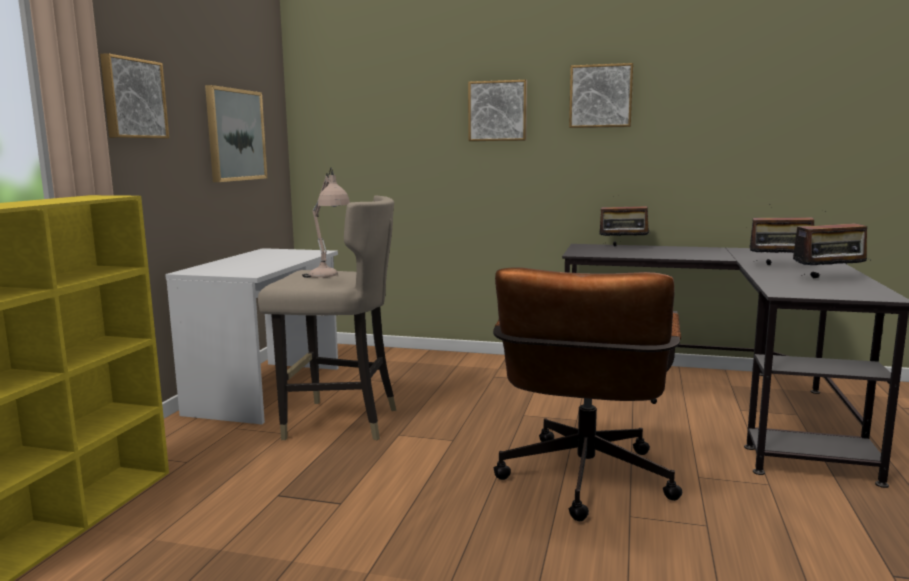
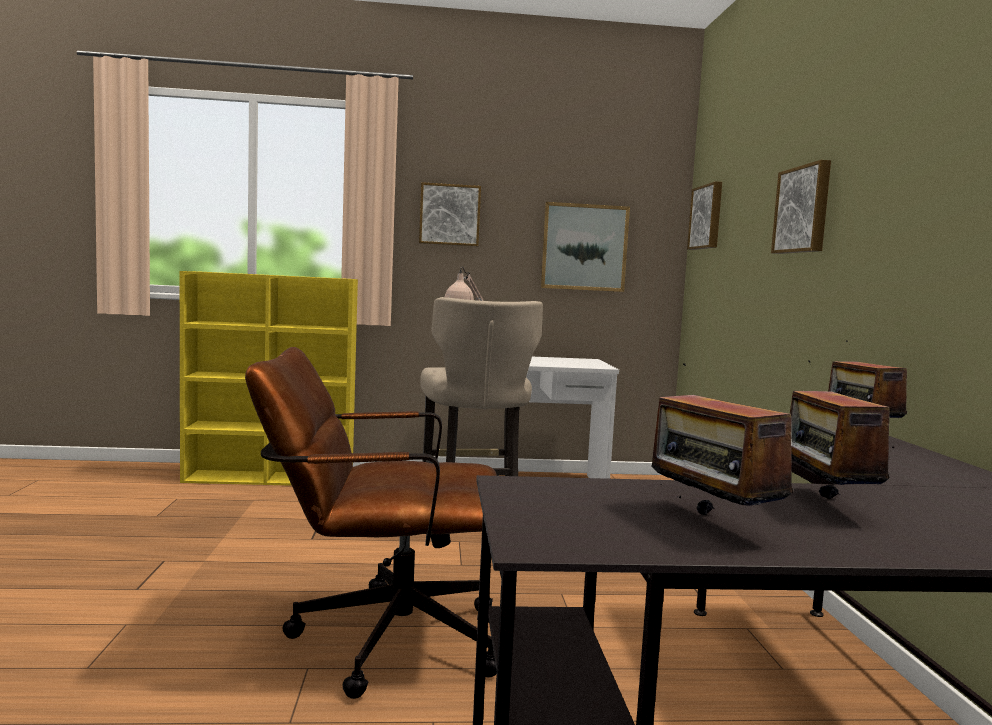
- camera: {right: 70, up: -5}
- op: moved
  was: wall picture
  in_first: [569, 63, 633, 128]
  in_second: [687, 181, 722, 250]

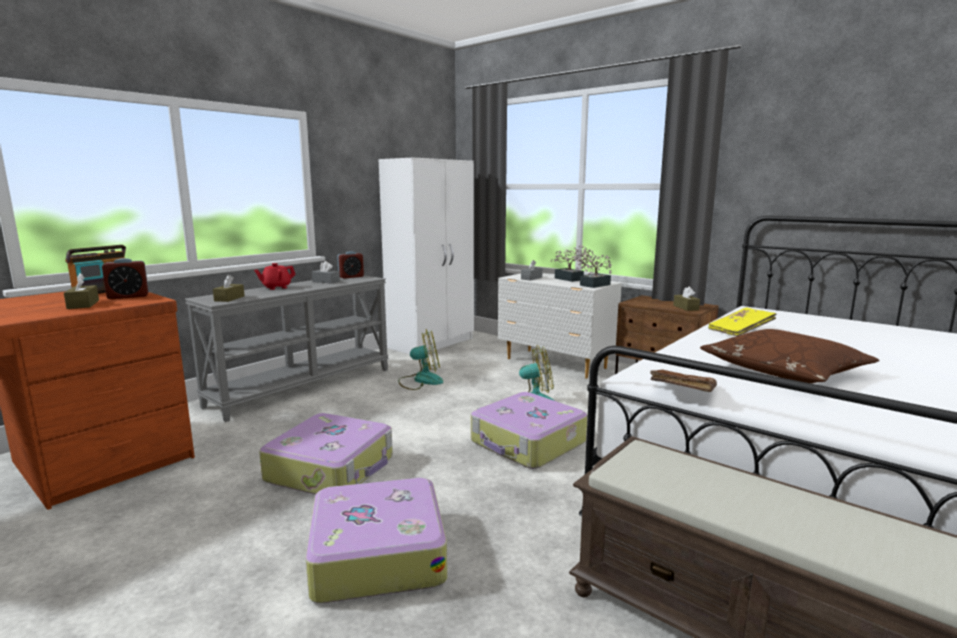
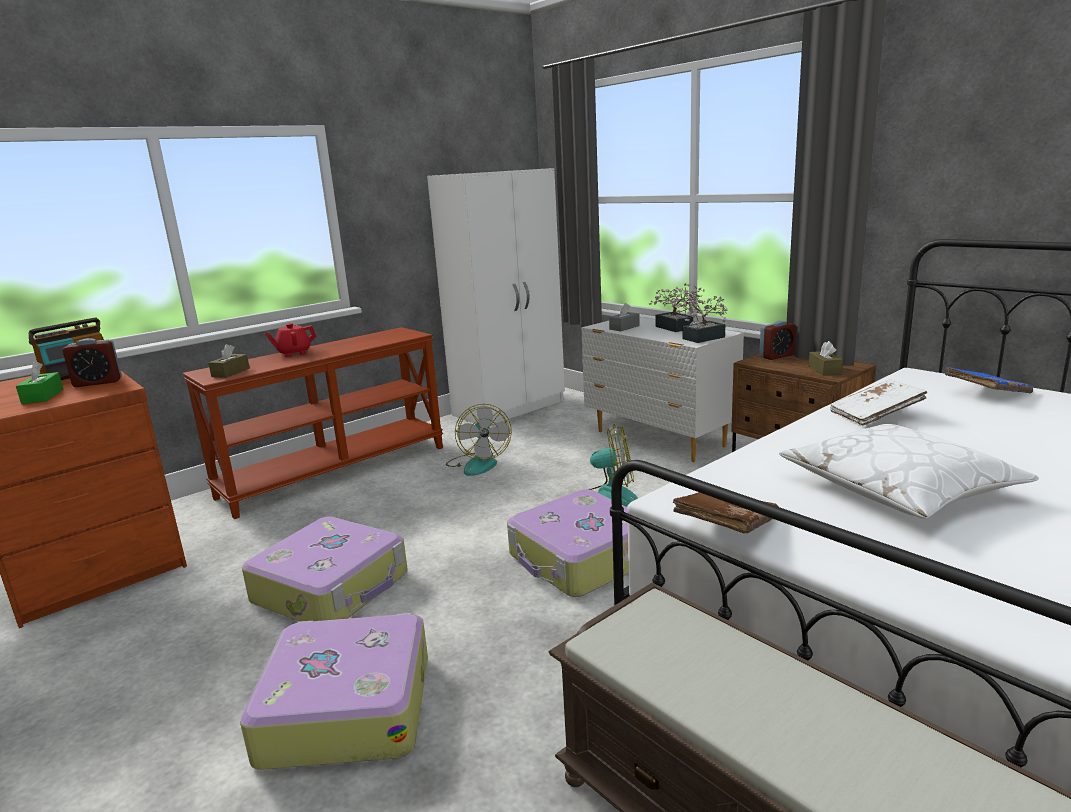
- camera: {right: 10, up: 5}
- op: recoloured
  was: brown tissue box
  now: green tissue box
  in_first: [64, 273, 99, 309]
  in_second: [16, 361, 63, 404]
- op: recoloured
  was: gray console table
  now: brown console table
  in_first: [185, 275, 389, 422]
  in_second: [183, 327, 443, 519]
- op: removed
  was: gray tissue box
  in_first: [312, 261, 340, 284]
- op: moved
  was: table clock
  in_first: [337, 251, 364, 279]
  in_second: [759, 321, 796, 360]
- op: turned
  was: fan
  in_first: [398, 329, 443, 390]
  in_second: [446, 404, 512, 476]
  clockwise: 75
- op: recoloured
  was: brown cushion
  now: whitish cushion
  in_first: [700, 329, 879, 383]
  in_second: [779, 424, 1039, 519]
- op: recoloured
  was: yellow-coloured volume
  now: whitish volume
  in_first: [708, 308, 777, 336]
  in_second: [830, 379, 928, 426]
- op: added
  now: blue volume
  in_second: [945, 367, 1033, 394]

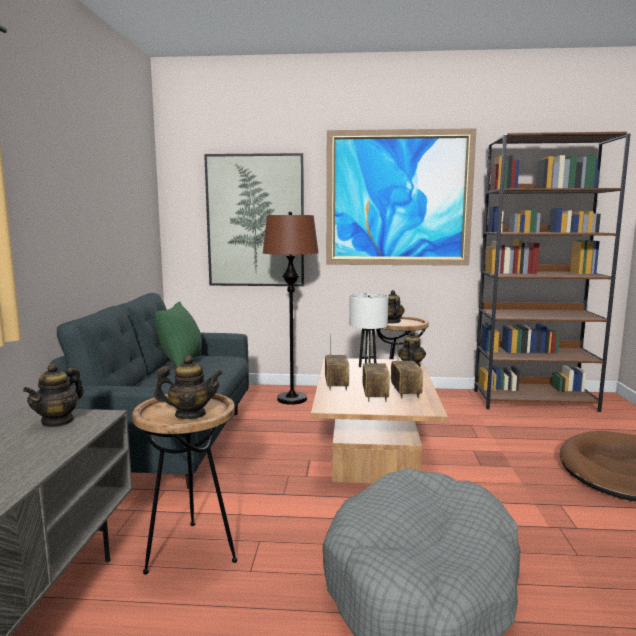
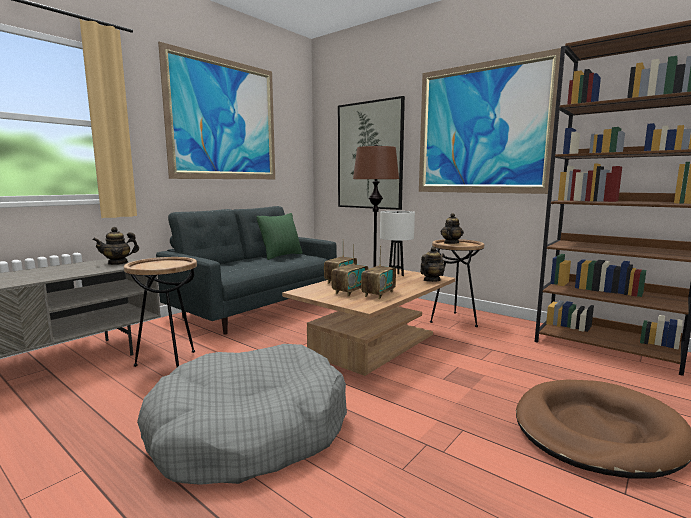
- camera: {right: 35, up: 0}
- op: removed
  was: pot for tea
  in_first: [154, 355, 223, 419]
- op: added
  now: wall picture
  in_second: [158, 41, 275, 179]

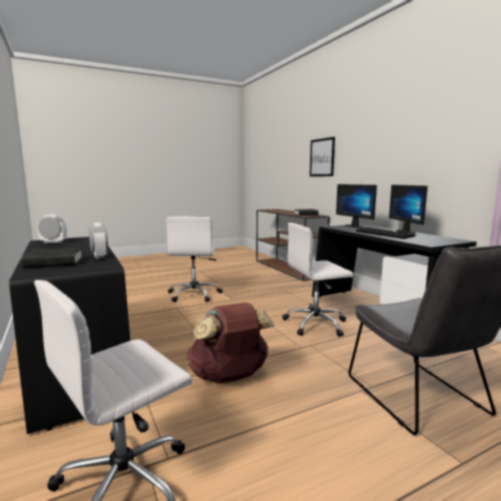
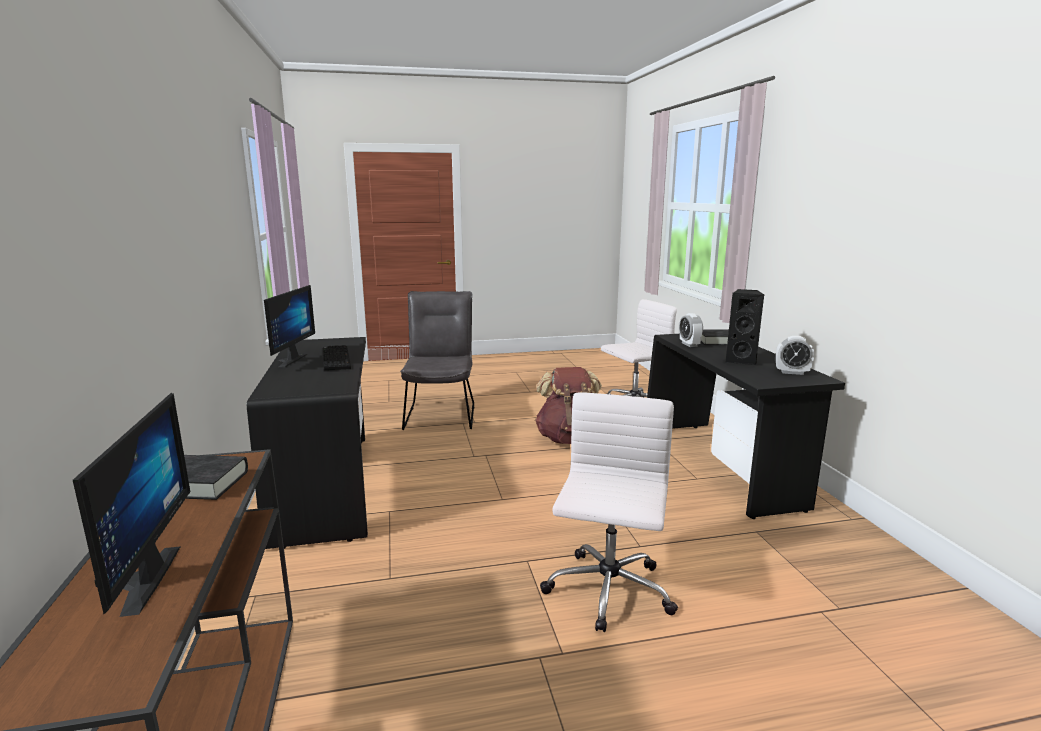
- camera: {right: -165, up: 5}
- op: removed
  was: whitish computer chair
  in_first: [282, 223, 353, 337]
- op: removed
  was: wall picture
  in_first: [310, 137, 335, 176]
- op: moved
  was: computer display
  in_first: [336, 184, 377, 228]
  in_second: [73, 393, 190, 617]
- op: added
  now: blackish speaker
  in_second: [725, 289, 764, 365]

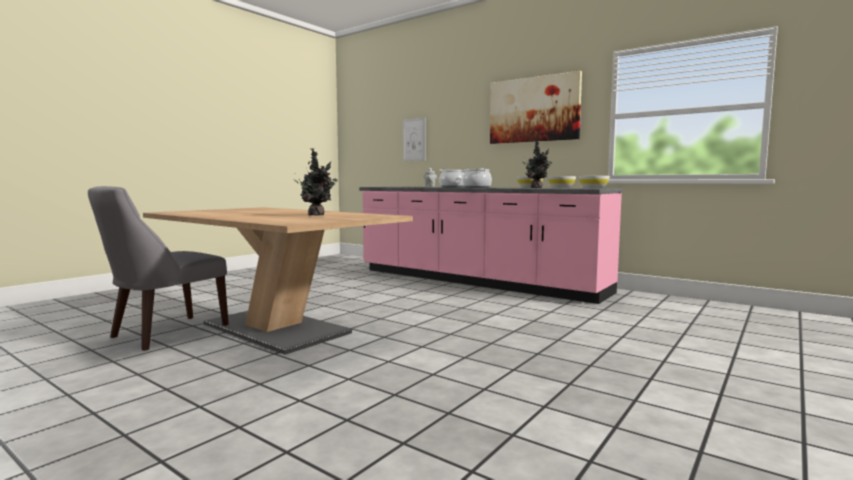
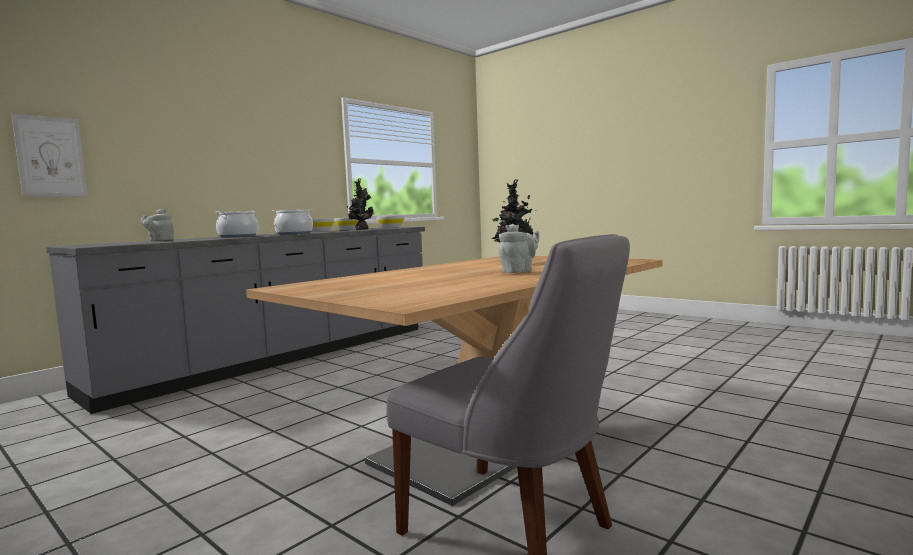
- camera: {right: -85, up: 0}
- op: recoloured
  was: pink kitchen base unit
  now: gray kitchen base unit
  in_first: [359, 187, 623, 304]
  in_second: [46, 227, 425, 414]
- op: removed
  was: wall picture
  in_first: [490, 71, 582, 144]
- op: added
  now: gray pot for tea
  in_second: [499, 224, 539, 273]

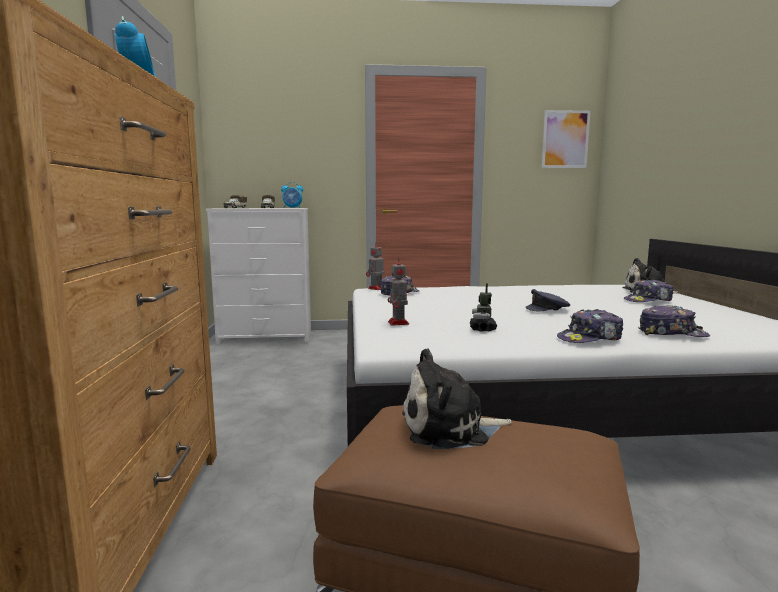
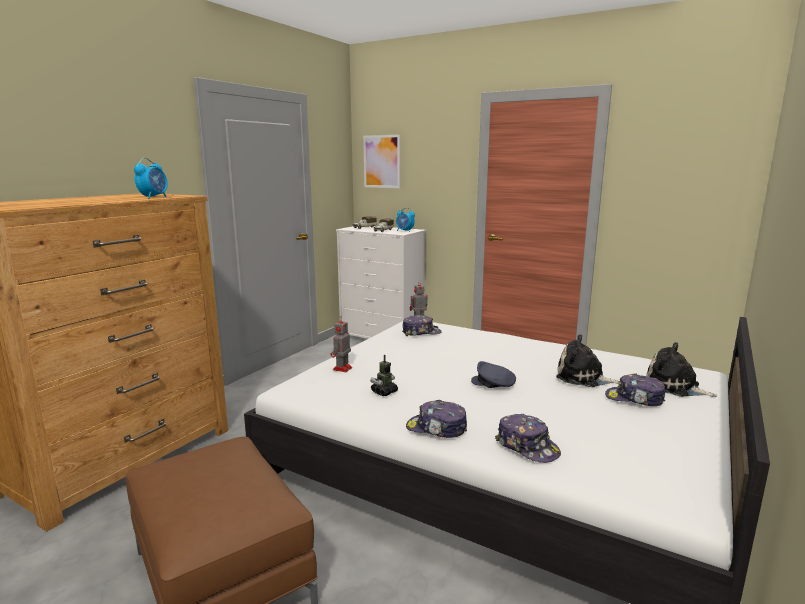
- camera: {right: 35, up: 5}
- op: moved
  was: soft toy
  in_first: [402, 348, 512, 449]
  in_second: [556, 335, 621, 387]
- op: moved
  was: wall picture
  in_first: [542, 110, 591, 168]
  in_second: [363, 135, 400, 188]

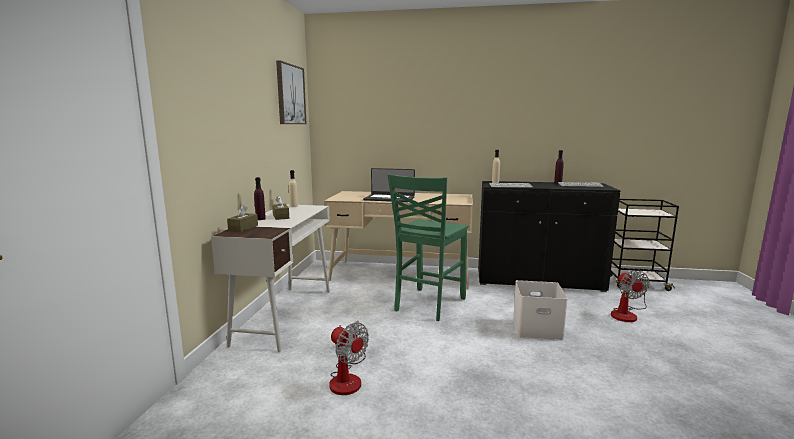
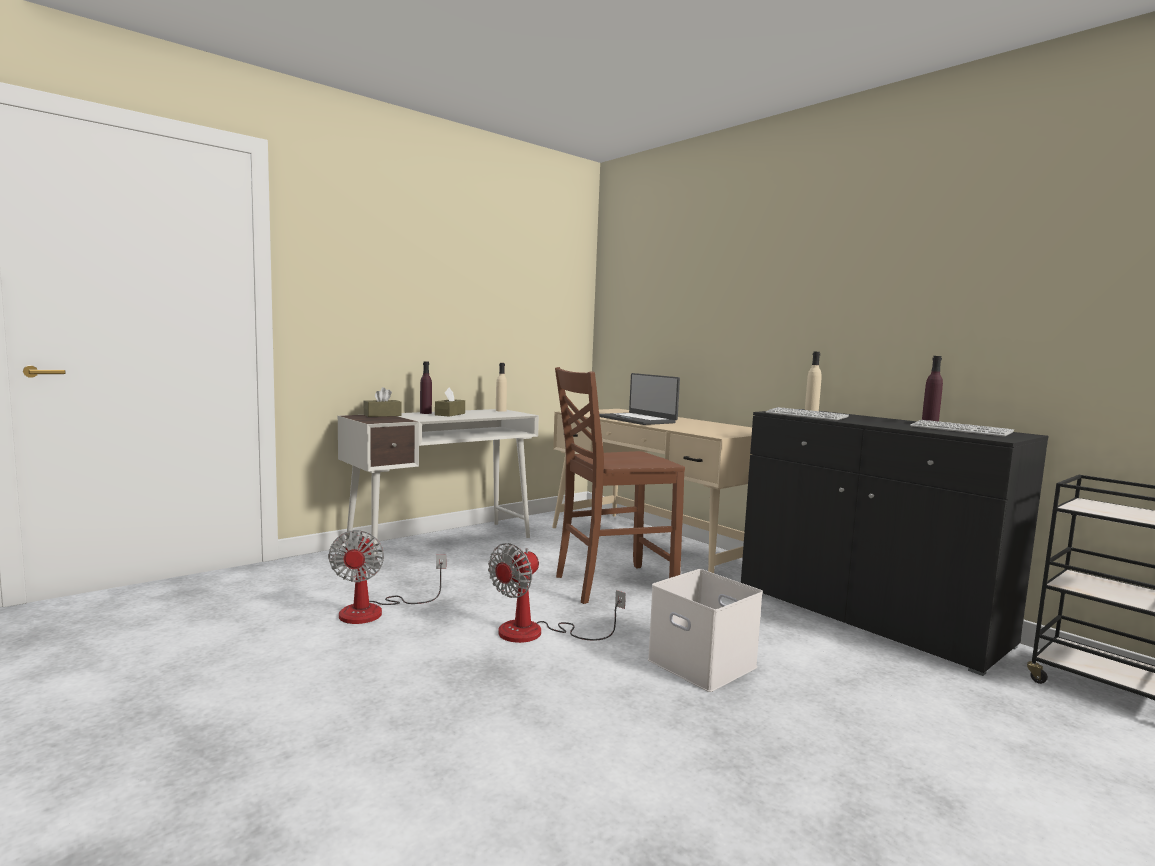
- camera: {right: 40, up: -5}
- op: removed
  was: wall picture
  in_first: [276, 60, 307, 124]
- op: recoloured
  was: green chair
  now: brown chair
  in_first: [387, 174, 468, 321]
  in_second: [555, 367, 685, 604]
- op: moved
  was: fan
  in_first: [611, 270, 650, 322]
  in_second: [488, 543, 626, 643]

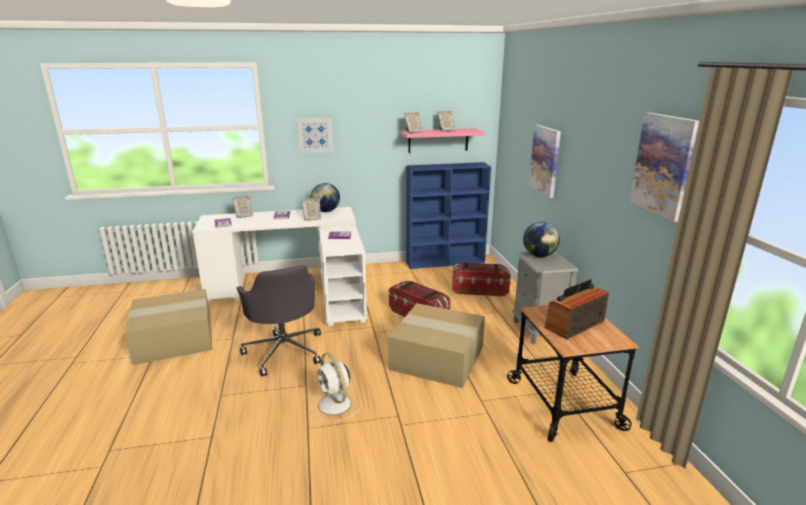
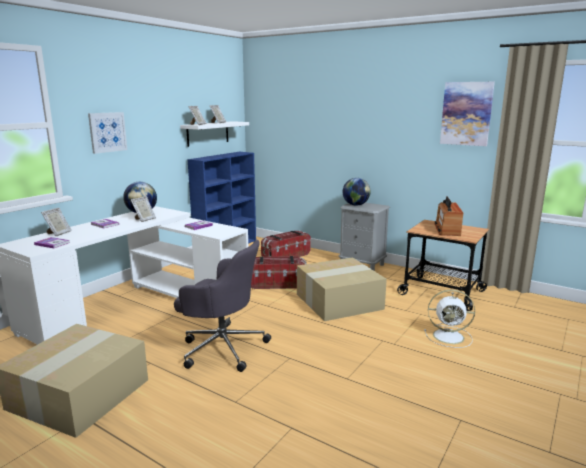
- camera: {right: -45, up: -5}
- op: moved
  was: whitish fan
  in_first: [310, 353, 362, 422]
  in_second: [424, 290, 475, 348]
- op: recoloured
  was: pink bracket shelf
  now: whitish bracket shelf
  in_first: [400, 128, 484, 153]
  in_second: [180, 121, 249, 147]
- op: removed
  was: wall picture
  in_first: [529, 125, 561, 198]

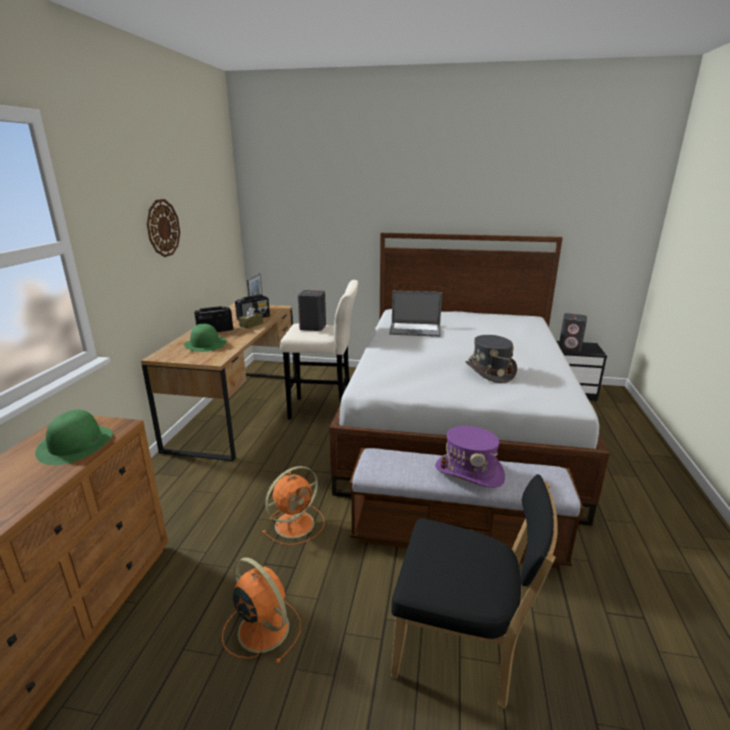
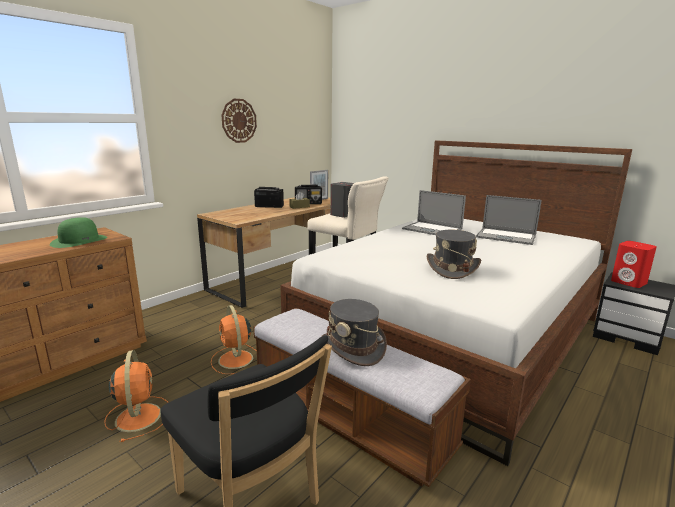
- camera: {right: 30, up: -5}
- op: removed
  was: green clothing hat
  in_first: [184, 324, 226, 352]
- op: turned
  was: orange-coloured fan
  in_first: [262, 466, 325, 545]
  in_second: [211, 305, 257, 374]
  clockwise: 75
- op: recoloured
  was: purple-coloured clothing hat
  now: gray clothing hat
  in_first: [435, 426, 505, 488]
  in_second: [321, 299, 387, 366]
- op: recoloured
  was: gray speaker
  now: red speaker
  in_first: [559, 313, 587, 352]
  in_second: [611, 241, 657, 288]
- op: added
  now: laptop
  in_second: [476, 195, 541, 245]

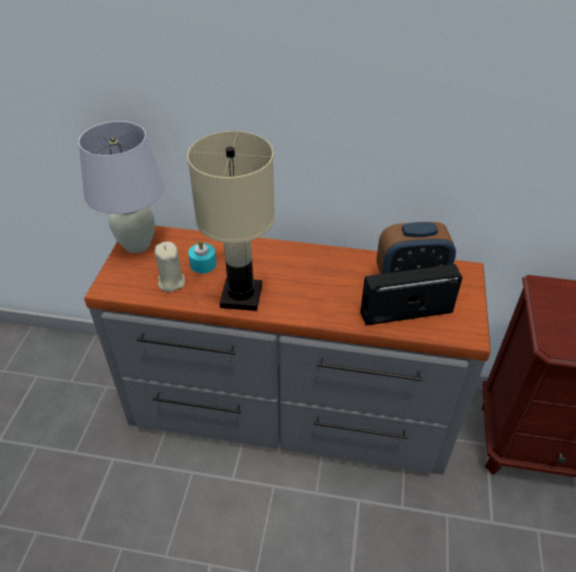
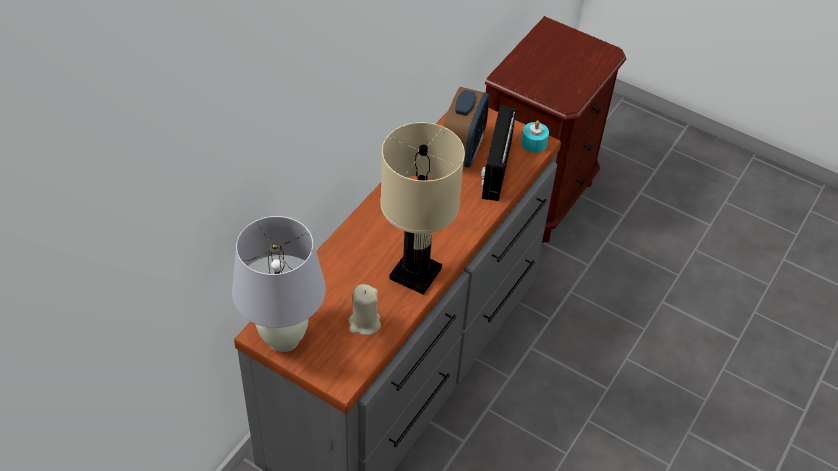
- camera: {right: -70, up: 5}
- op: moved
  was: turquoise-coloured wax light
  in_first: [188, 240, 216, 273]
  in_second: [521, 120, 549, 153]

